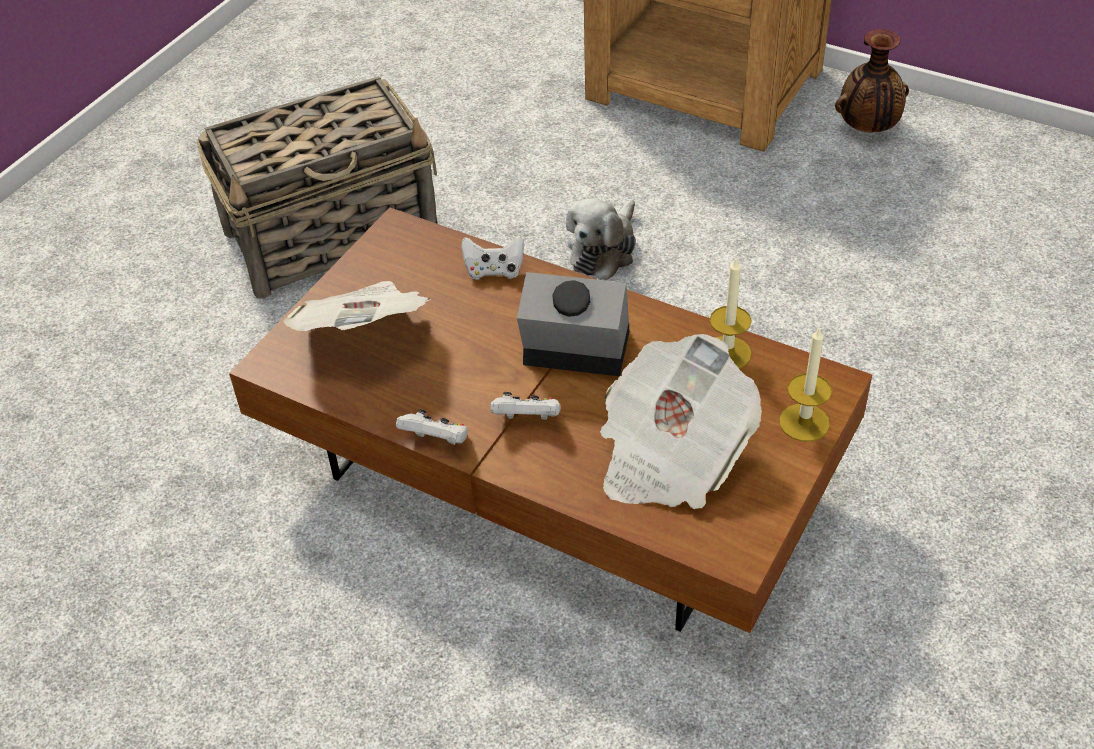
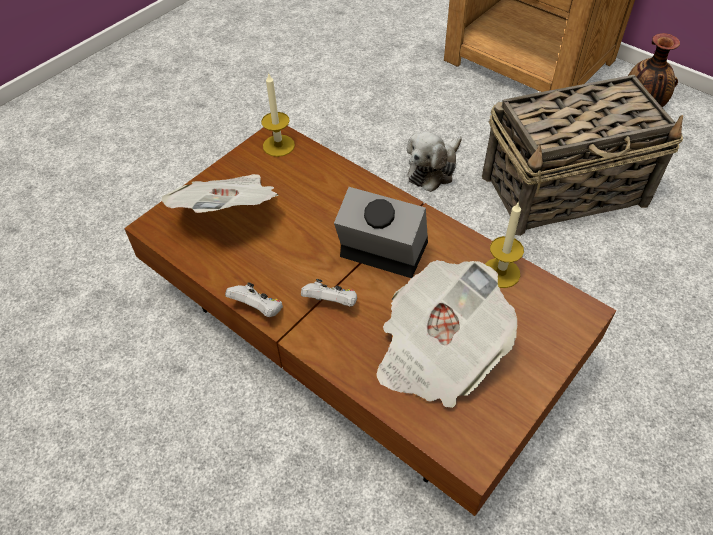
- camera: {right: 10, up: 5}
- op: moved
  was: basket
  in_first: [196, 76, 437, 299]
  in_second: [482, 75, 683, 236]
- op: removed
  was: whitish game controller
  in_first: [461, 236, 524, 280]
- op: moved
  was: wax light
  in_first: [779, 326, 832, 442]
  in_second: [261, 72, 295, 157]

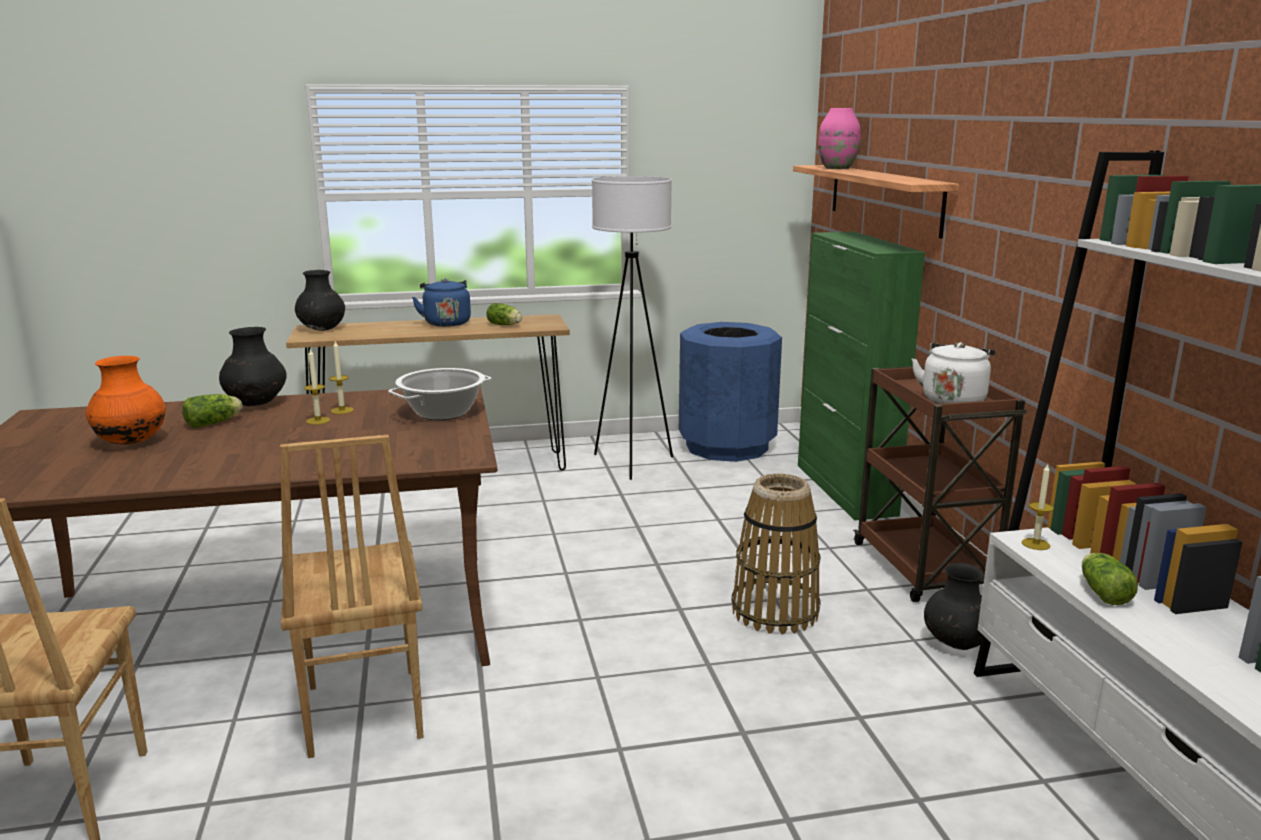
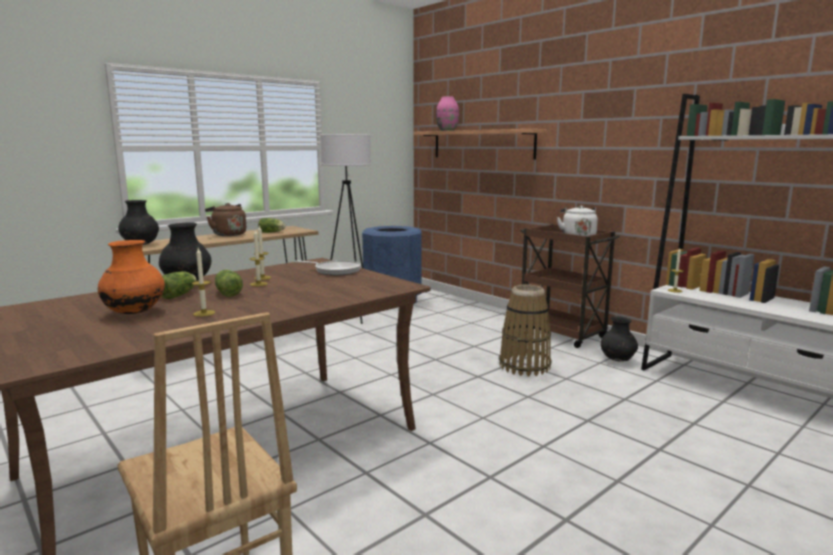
- camera: {right: -30, up: -5}
- op: removed
  was: brown chair
  in_first: [280, 435, 424, 758]
- op: replaced
  was: stockpot
  now: skillet
  in_first: [388, 368, 492, 420]
  in_second: [295, 260, 361, 275]
- op: recoloured
  was: blue water kettle
  now: brown water kettle
  in_first: [412, 279, 471, 327]
  in_second: [205, 203, 246, 236]
- op: removed
  was: green storage cabinet
  in_first: [798, 232, 925, 520]
- op: moved
  was: head of lettuce
  in_first: [1082, 553, 1138, 605]
  in_second: [215, 270, 243, 297]
- op: added
  now: wax light
  in_second: [192, 248, 215, 317]

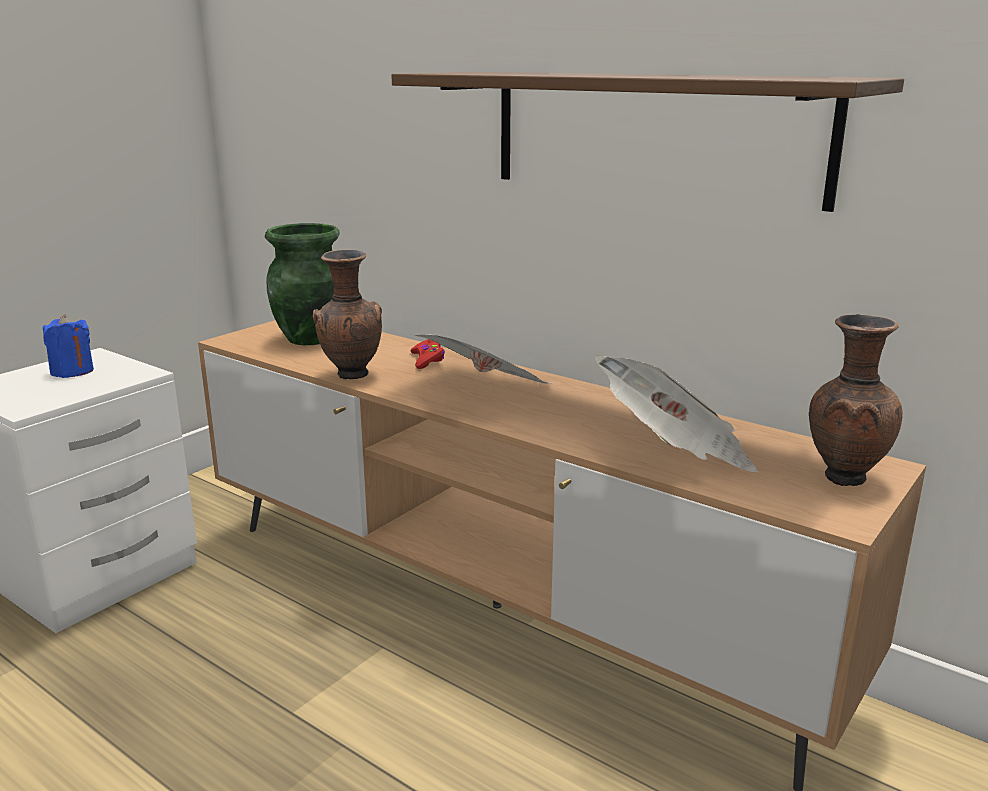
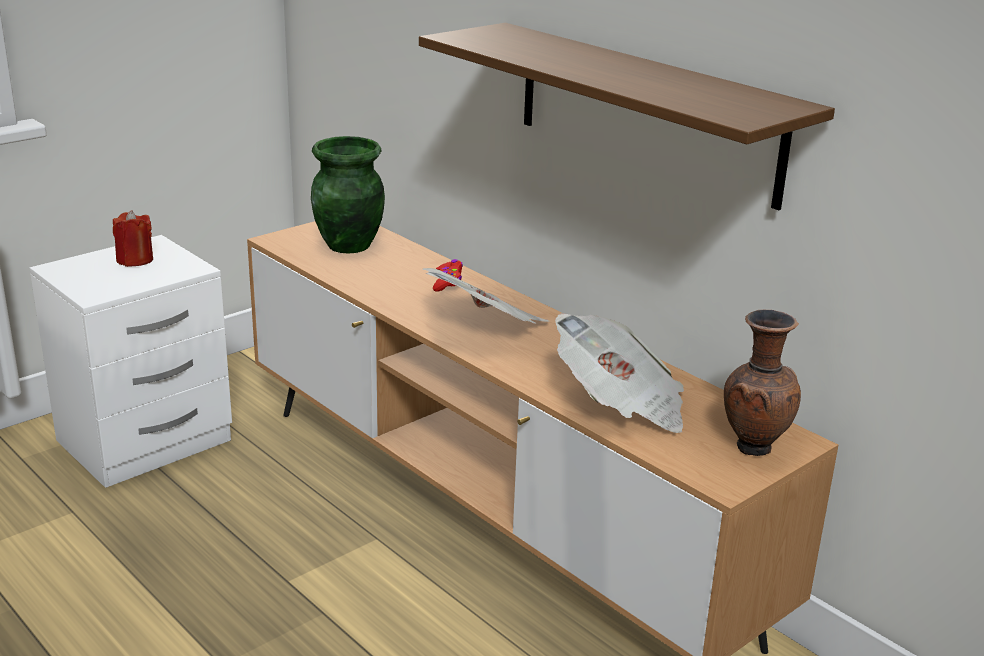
- camera: {right: 10, up: 5}
- op: recoloured
  was: blue wax light
  now: red wax light
  in_first: [43, 314, 94, 378]
  in_second: [113, 210, 153, 267]
- op: removed
  was: brown flower vase
  in_first: [313, 250, 382, 379]

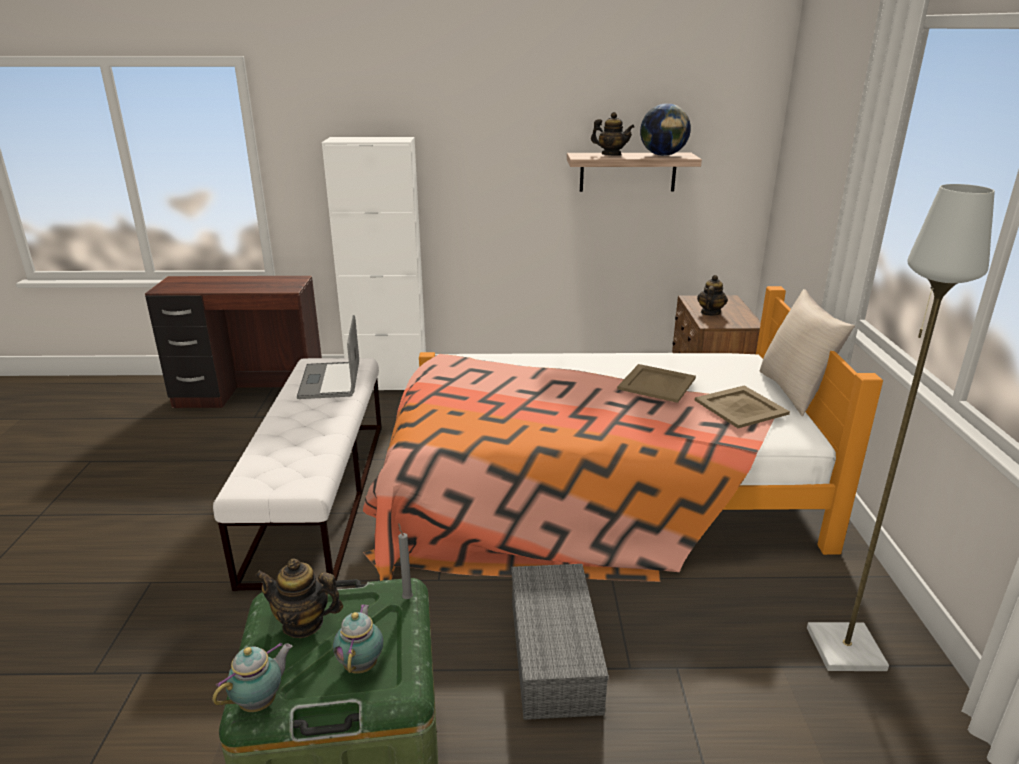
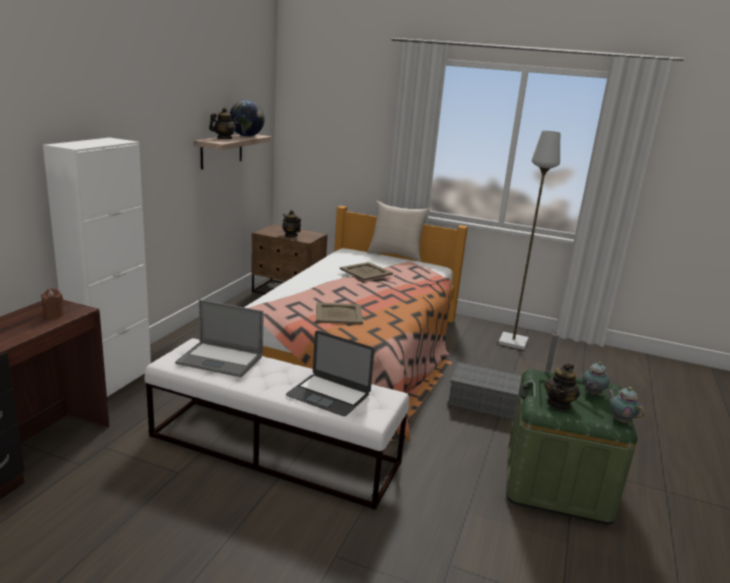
- camera: {right: -70, up: -5}
- op: turned
  was: pot for tea
  in_first: [333, 604, 383, 674]
  in_second: [583, 362, 610, 395]
  clockwise: -75
- op: moved
  was: beige serving tray
  in_first: [694, 386, 790, 428]
  in_second: [316, 302, 363, 324]
- op: added
  now: brown wax light
  in_second: [41, 288, 64, 319]
- op: added
  now: laptop
  in_second: [286, 331, 374, 416]

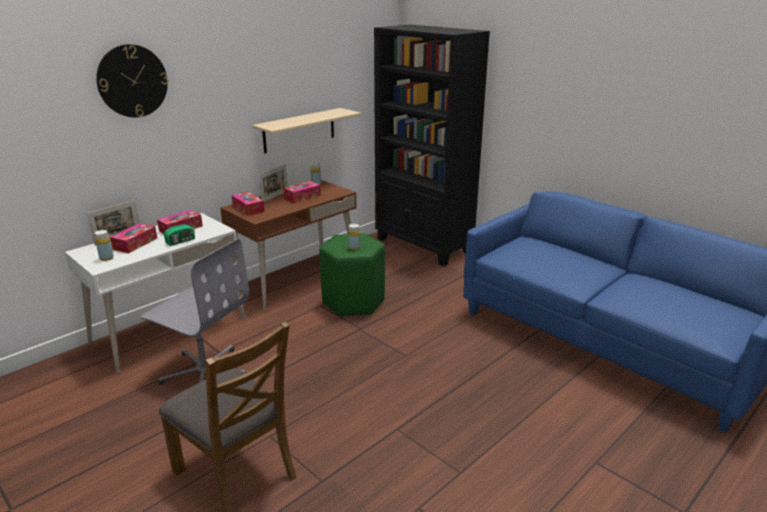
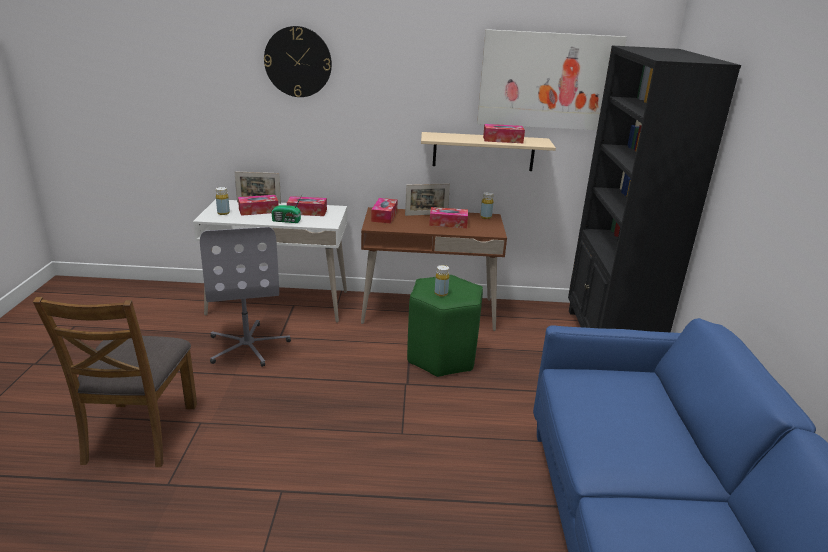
- camera: {right: 45, up: 0}
- op: added
  now: wall picture
  in_second: [477, 29, 627, 130]
- op: added
  now: tissue box
  in_second: [483, 124, 525, 143]

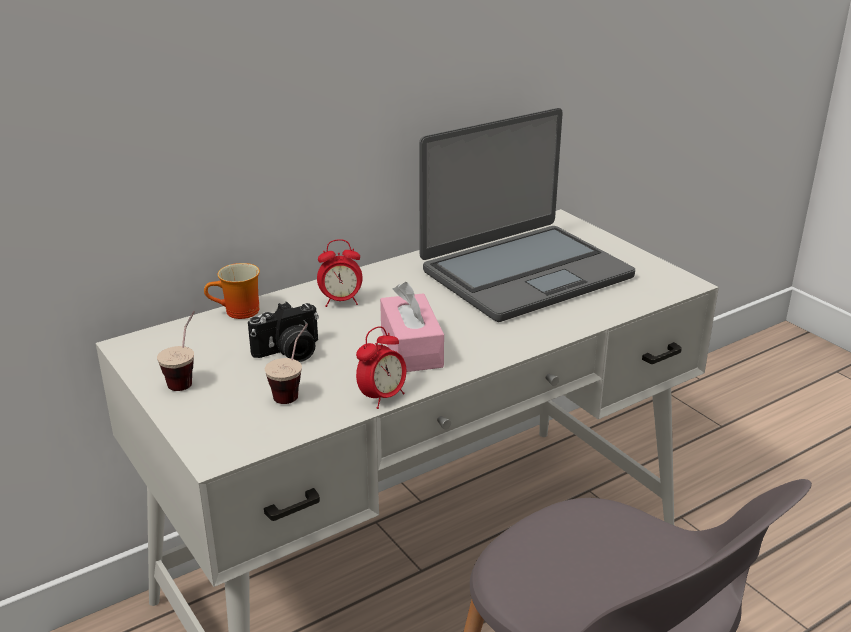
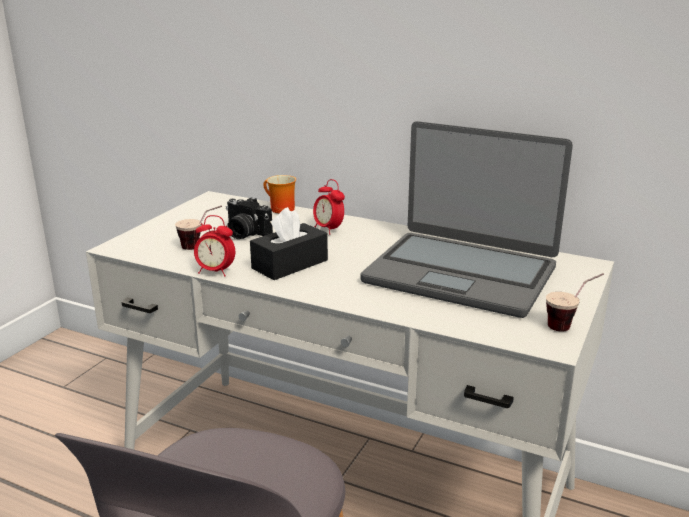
- camera: {right: 60, up: -5}
- op: moved
  was: small cup
  in_first: [157, 311, 195, 391]
  in_second: [546, 273, 604, 331]
- op: recoloured
  was: pink tissue box
  now: blackish tissue box
  in_first: [380, 282, 444, 372]
  in_second: [250, 207, 328, 280]

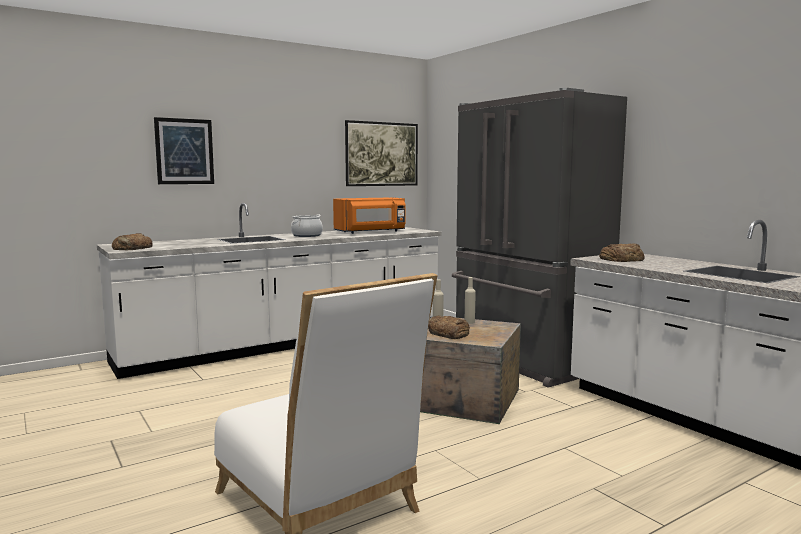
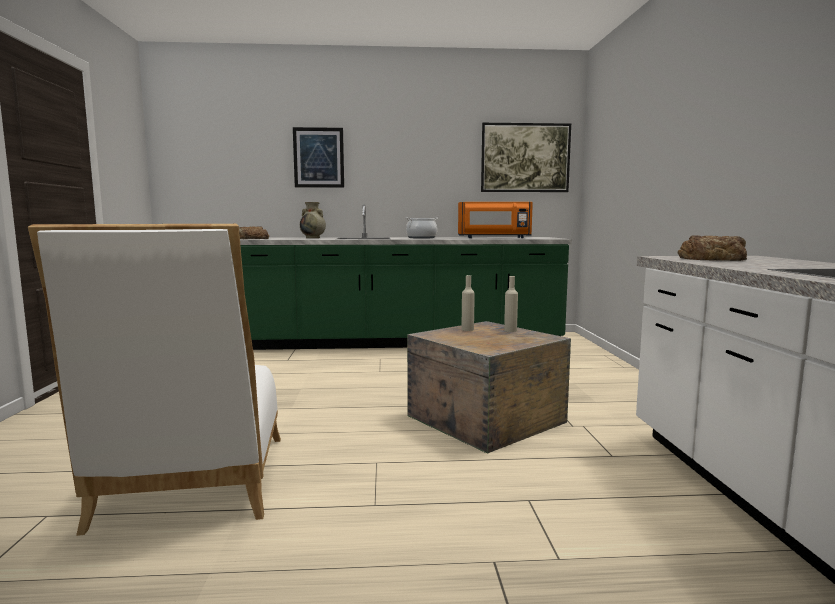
- camera: {right: 30, up: 0}
- op: recoloured
  was: whitish kitchen base unit
  now: green kitchen base unit
  in_first: [97, 203, 442, 379]
  in_second: [240, 205, 572, 350]
- op: removed
  was: baked bread
  in_first: [428, 315, 470, 339]
- op: removed
  was: gray fridge
  in_first: [452, 88, 627, 387]
- op: added
  now: beige flower vase
  in_second: [300, 202, 326, 238]

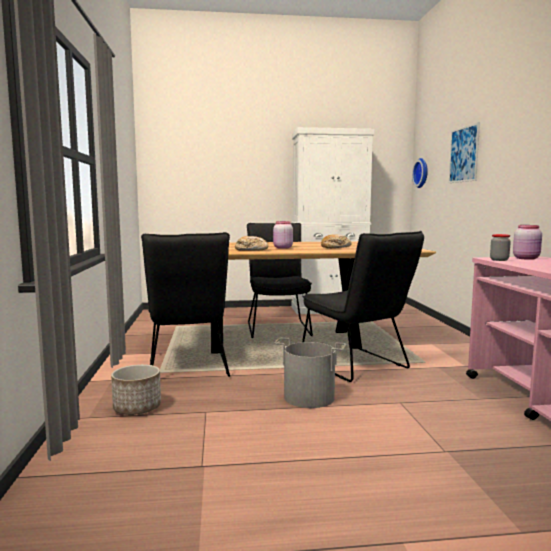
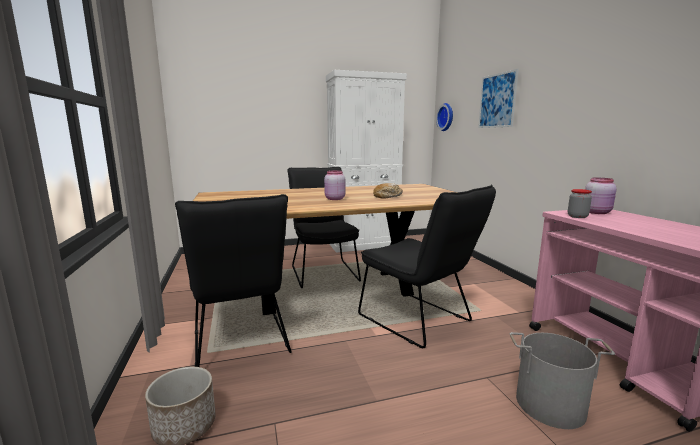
- camera: {right: -10, up: 5}
- op: removed
  was: baked bread
  in_first: [235, 236, 268, 251]
- op: moved
  was: gray bucket
  in_first: [274, 338, 347, 408]
  in_second: [510, 332, 615, 429]

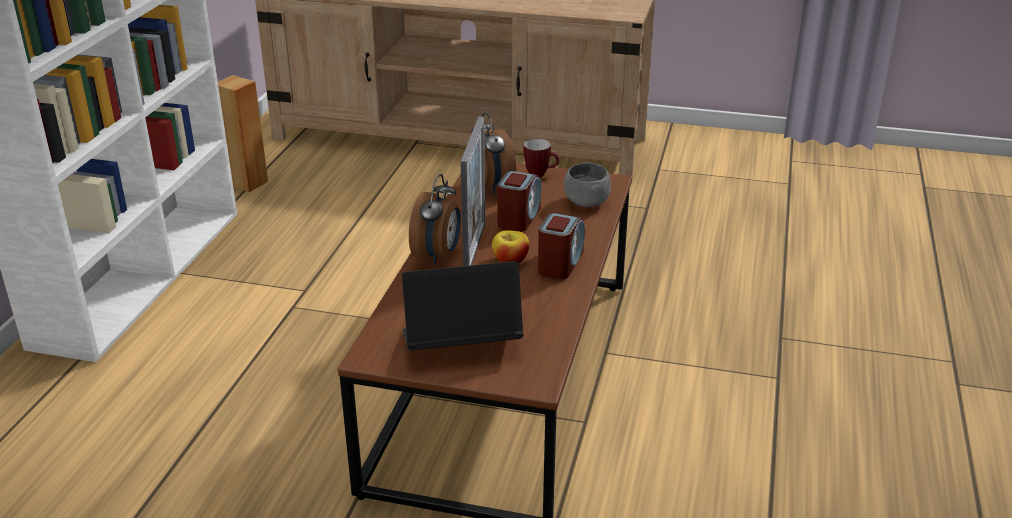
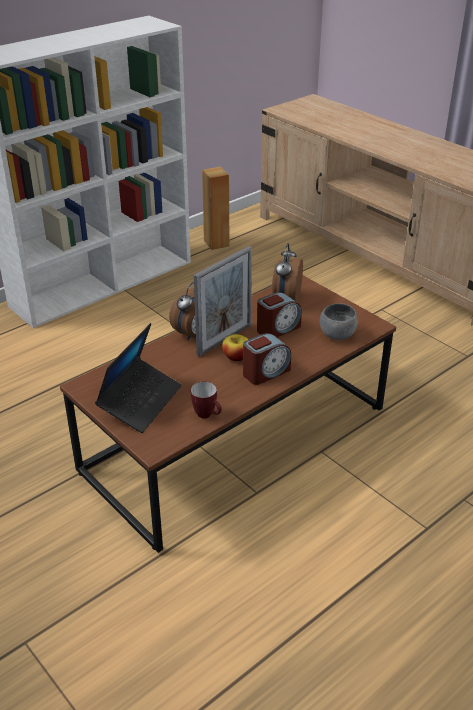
- camera: {right: 35, up: 5}
- op: turned
  was: laptop
  in_first: [402, 261, 523, 351]
  in_second: [95, 323, 181, 433]
  clockwise: 90
- op: moved
  was: tea mug
  in_first: [523, 139, 559, 178]
  in_second: [191, 382, 222, 419]

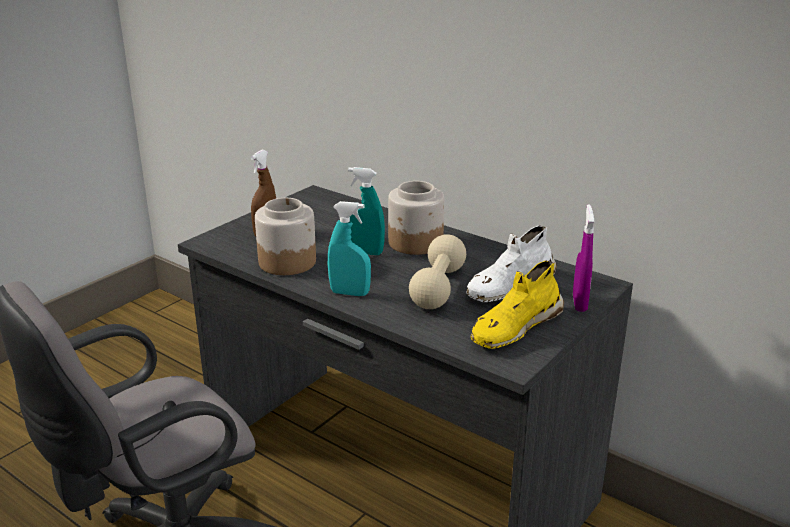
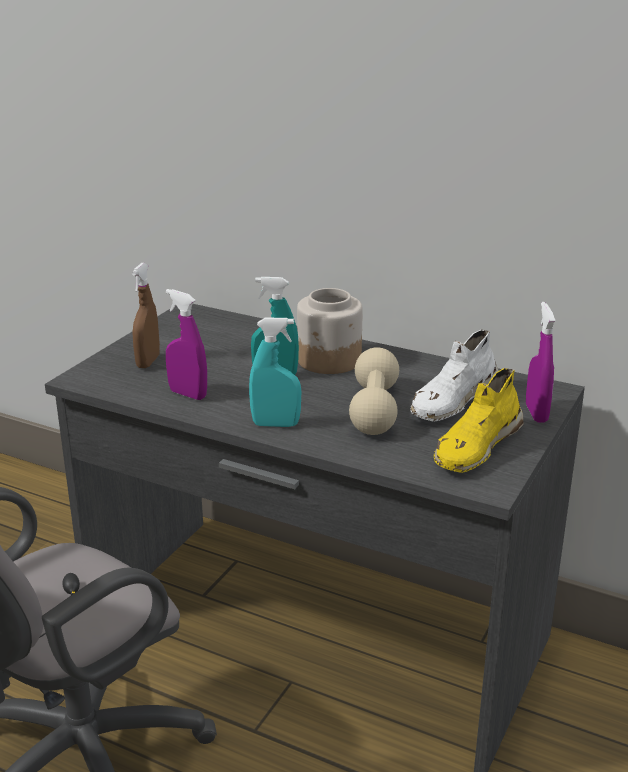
- camera: {right: -10, up: 0}
- op: replaced
  was: jar
  now: purple-coloured hand sprayer
  in_first: [255, 198, 316, 275]
  in_second: [166, 289, 207, 400]

